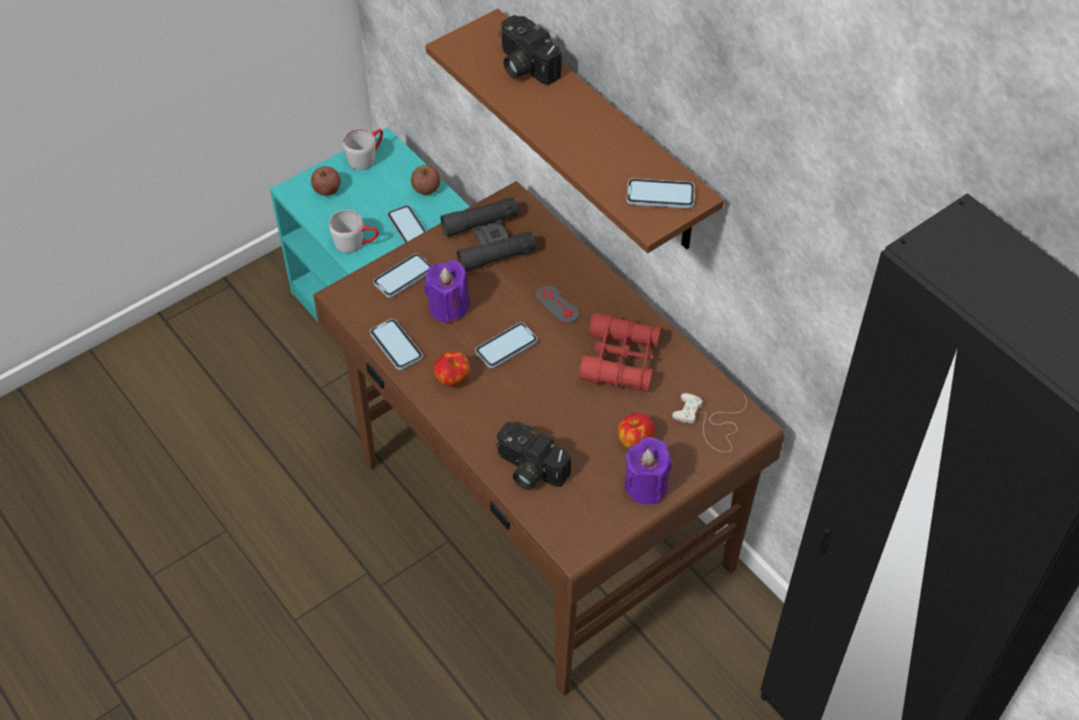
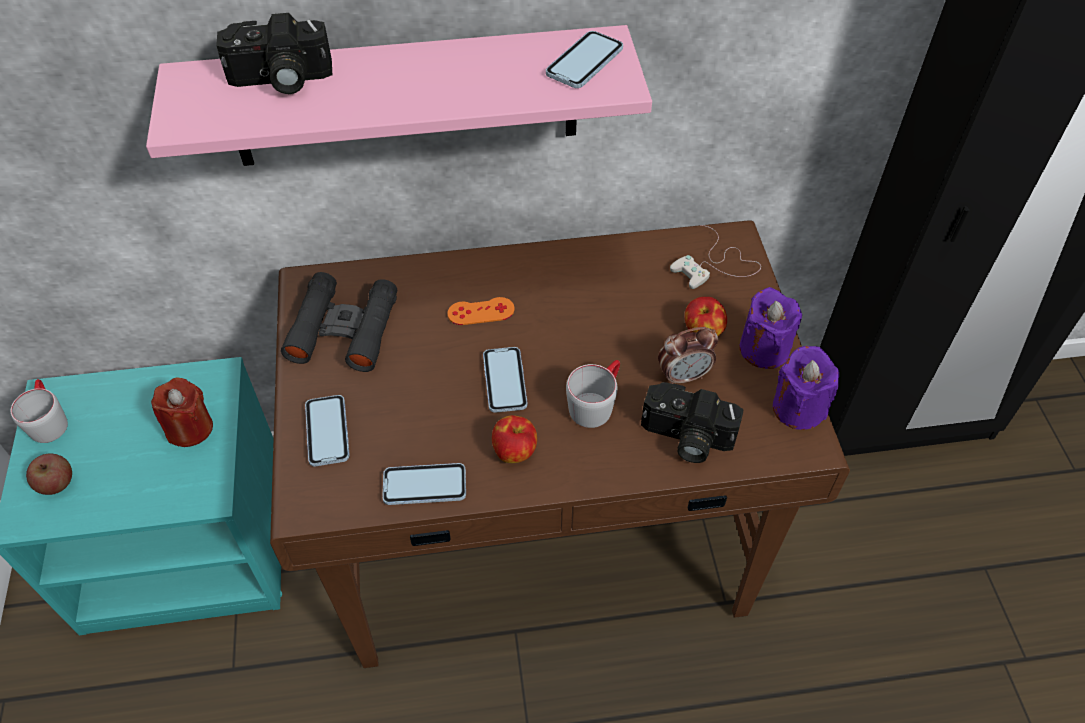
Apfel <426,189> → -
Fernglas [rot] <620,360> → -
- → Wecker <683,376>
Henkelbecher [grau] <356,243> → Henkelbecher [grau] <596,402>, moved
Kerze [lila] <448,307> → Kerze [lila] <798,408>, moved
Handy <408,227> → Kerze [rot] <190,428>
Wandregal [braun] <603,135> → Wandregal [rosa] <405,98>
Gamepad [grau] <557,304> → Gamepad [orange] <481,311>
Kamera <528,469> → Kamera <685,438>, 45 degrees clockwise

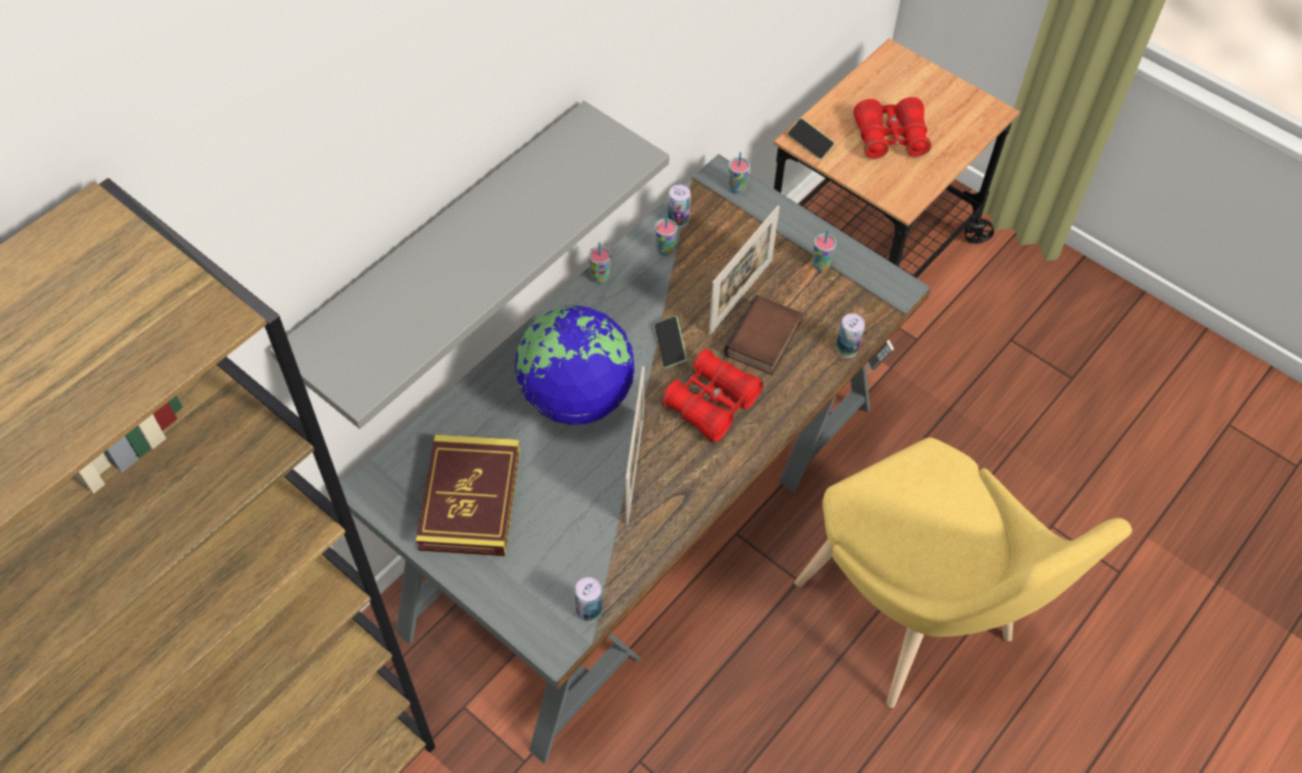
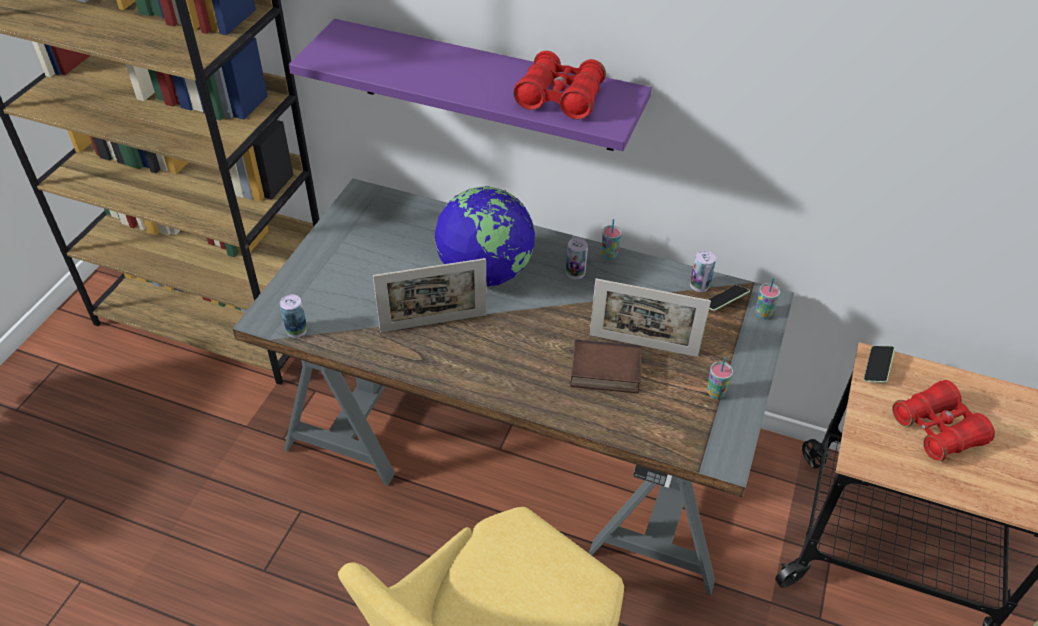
Buch <470,499> → -
Tasse <665,250> → -
Handy <670,346> → Handy <724,302>, moved
Fernglas [rot] <711,403> → Fernglas [rot] <560,98>, moved
Dose <847,349> → Dose <575,273>, moved
Wandregal [grau] <443,249> → Wandregal [lila] <486,86>

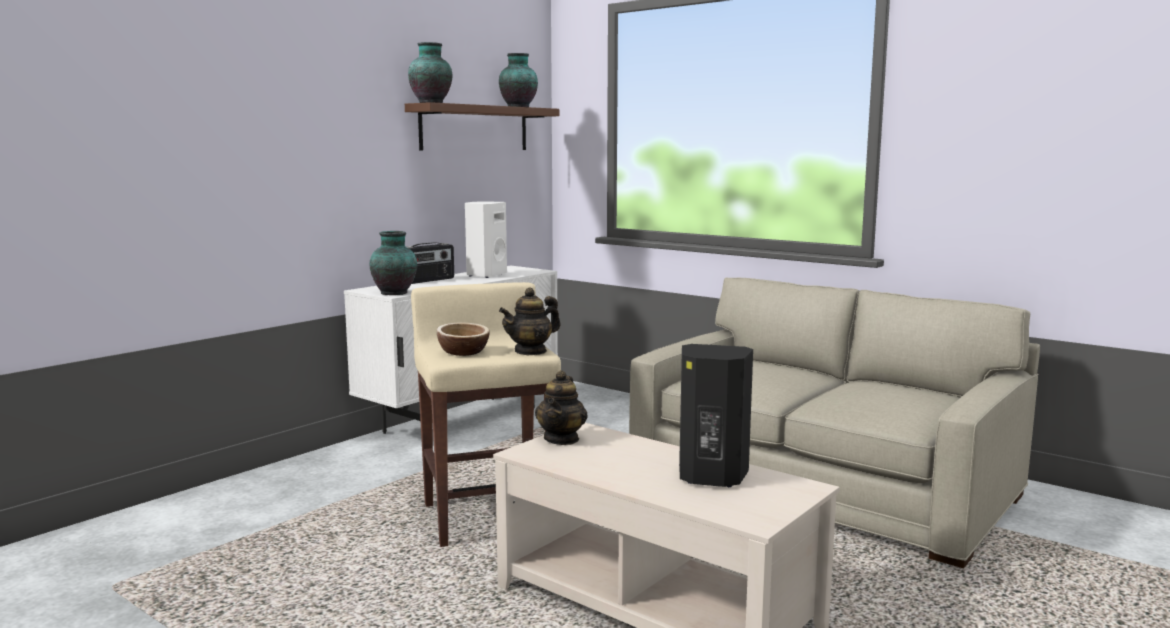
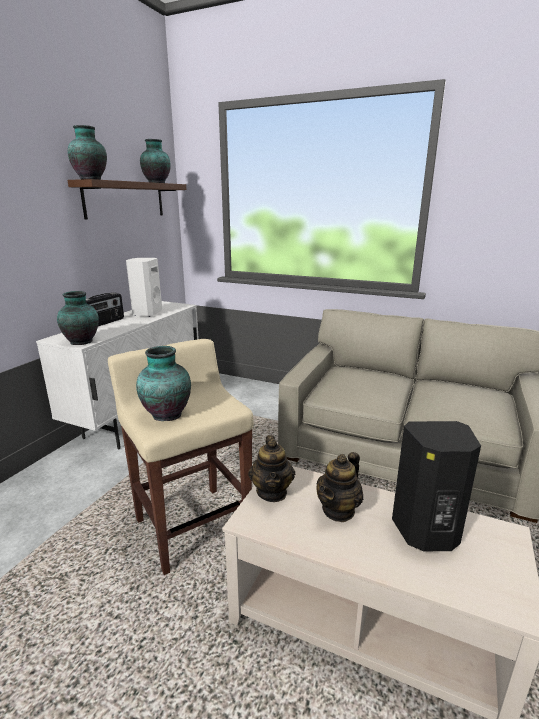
Teekanne <531,351> → Teekanne <338,510>, moved
Schüssel <463,352> → Vase <166,414>

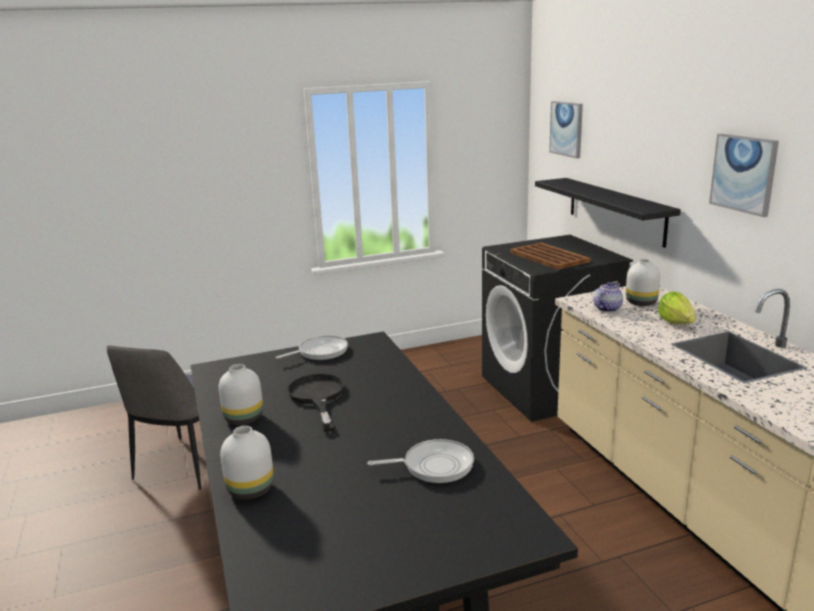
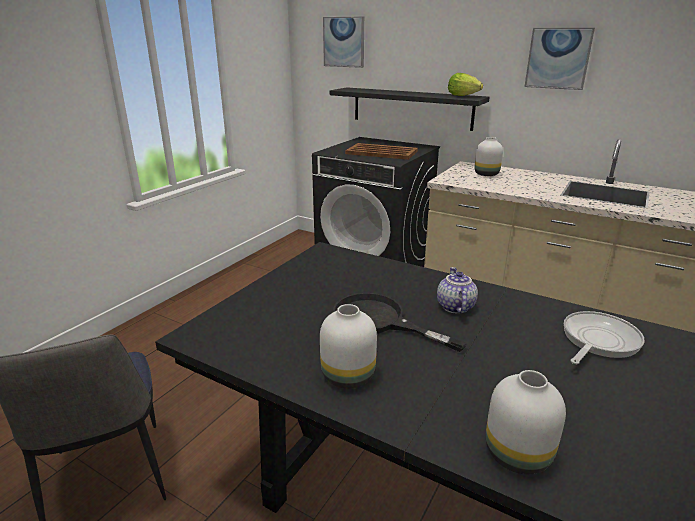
Pfanne <320,352> → -
Teekanne <606,308> → Teekanne <454,306>, moved
Salatkopf <676,323> → Salatkopf <462,96>, moved

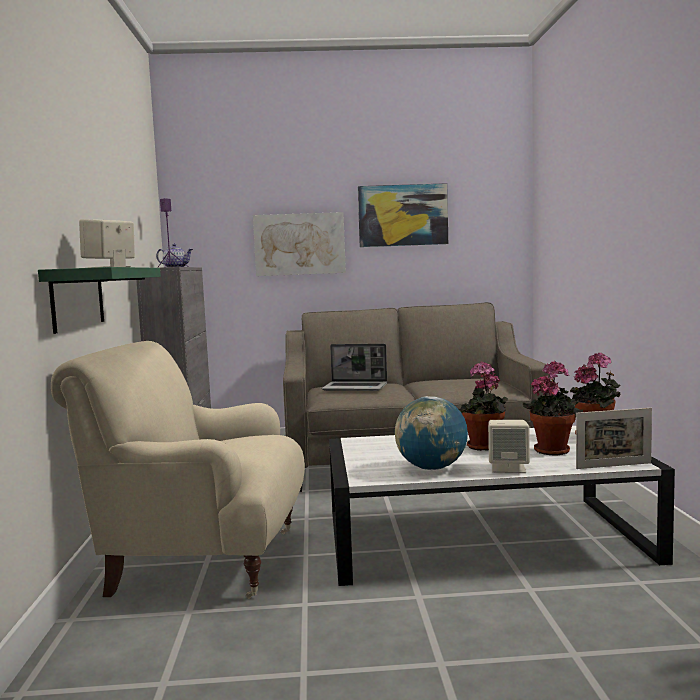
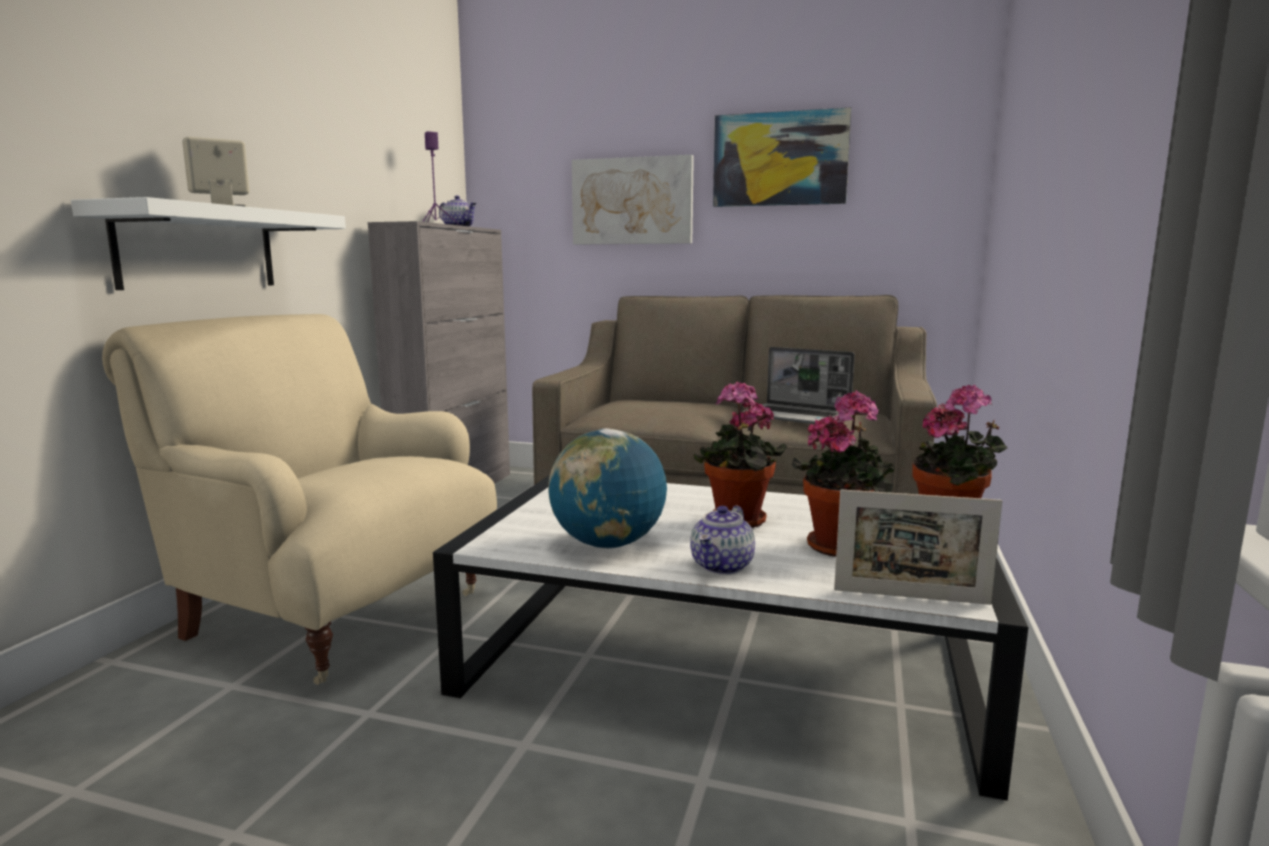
Laptop <356,387> → Laptop <798,416>, moved
Lautsprecher [beige] <508,468> → Teekanne <722,566>
Wandregal [grün] <78,298> → Wandregal [weiß] <198,249>

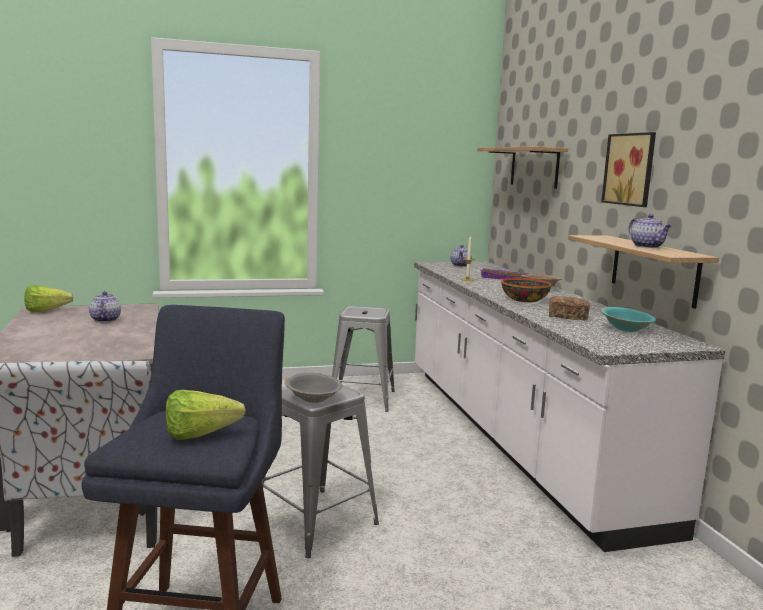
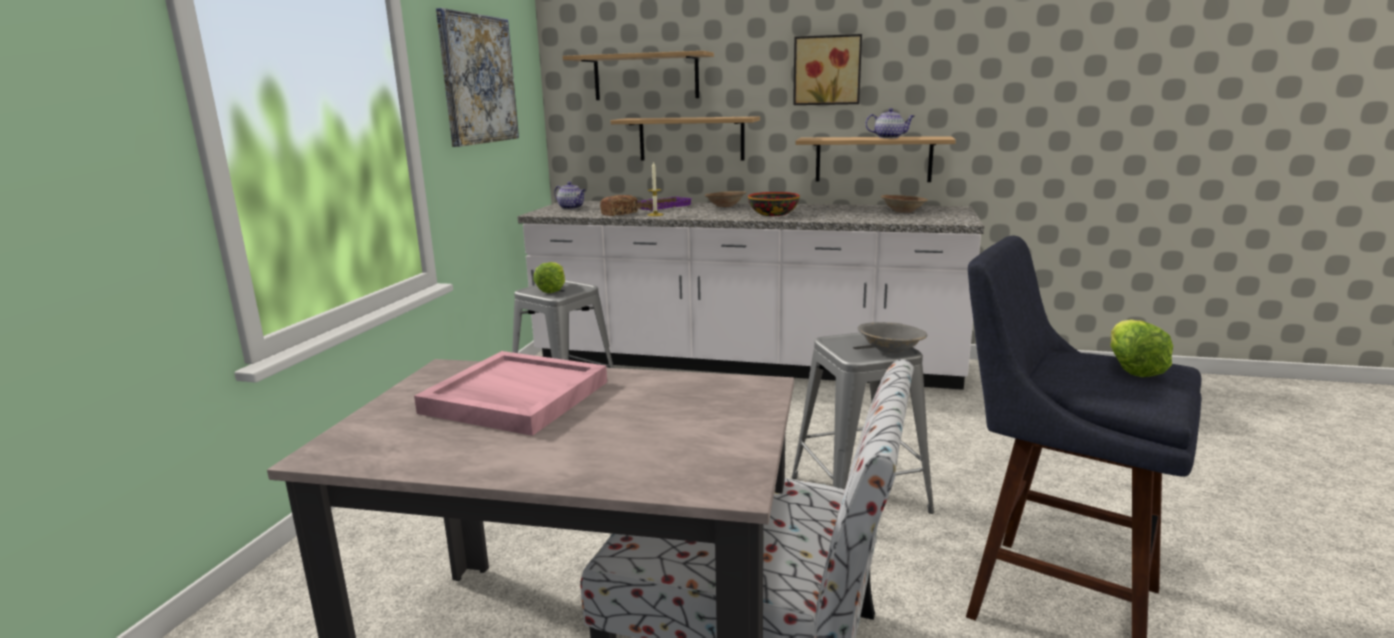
- → Bild <478,79>
- → Wandregal <691,139>
Salatkopf <50,311> → Salatkopf <555,288>, moved
Brot <568,317> → Brot <619,213>, moved
Teekanne <105,319> → Tablett [rosa] <514,397>
Schüssel [türkis] <626,329> → Schüssel [braun] <903,211>

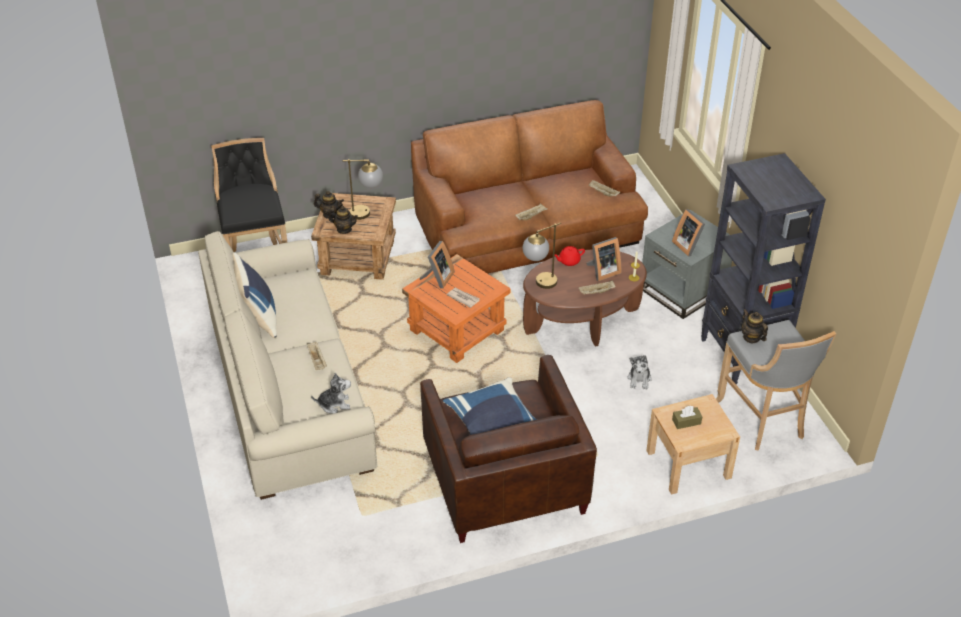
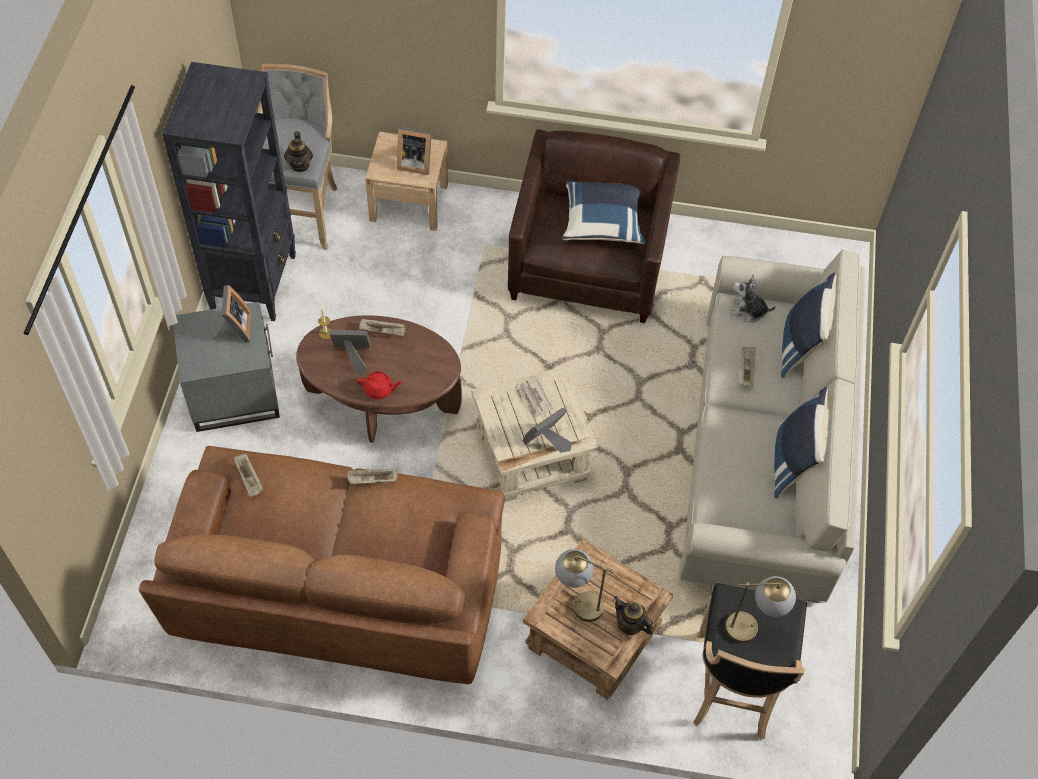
Teekanne <344,229> → -
Plüschtier <639,379> → -
- → Kissen [blau] <801,347>
Tischlampe <539,284> → Tischlampe <753,627>, moved
Taschentuchbox [braun] <686,422> → Bilderrahmen <414,163>
Beistelltisch [orange] <457,329> → Beistelltisch [beige] <531,456>

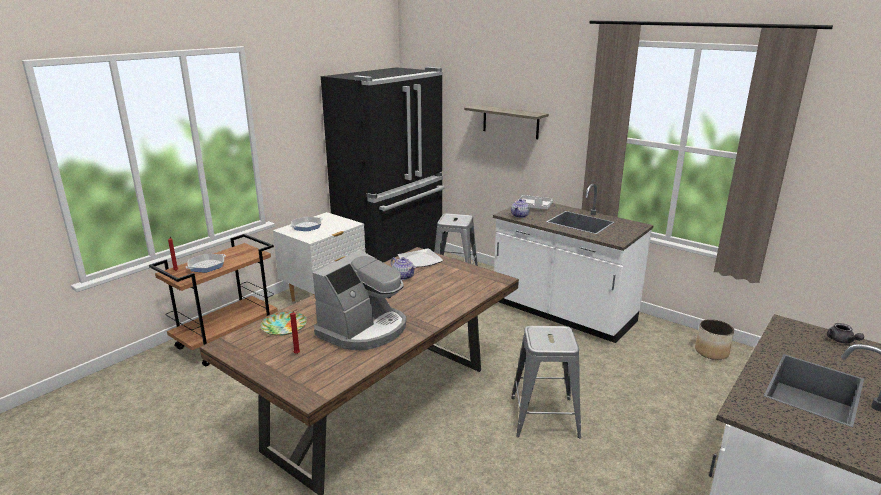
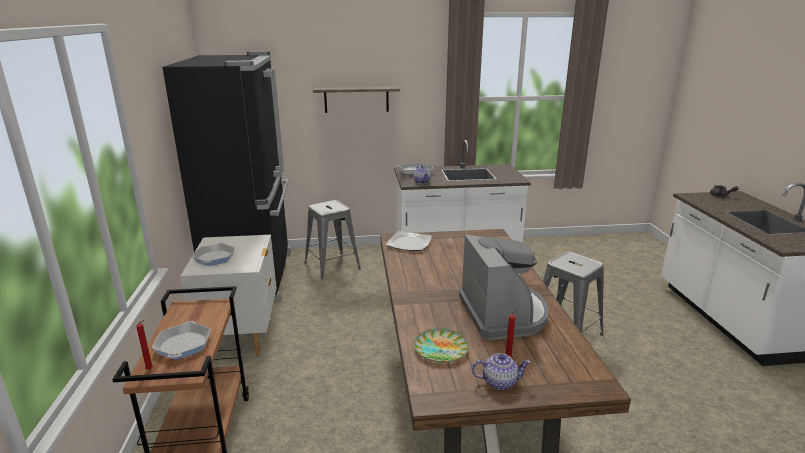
Pflanzkübel <711,352> → -
Teekanne <403,276> → Teekanne <499,382>, moved

